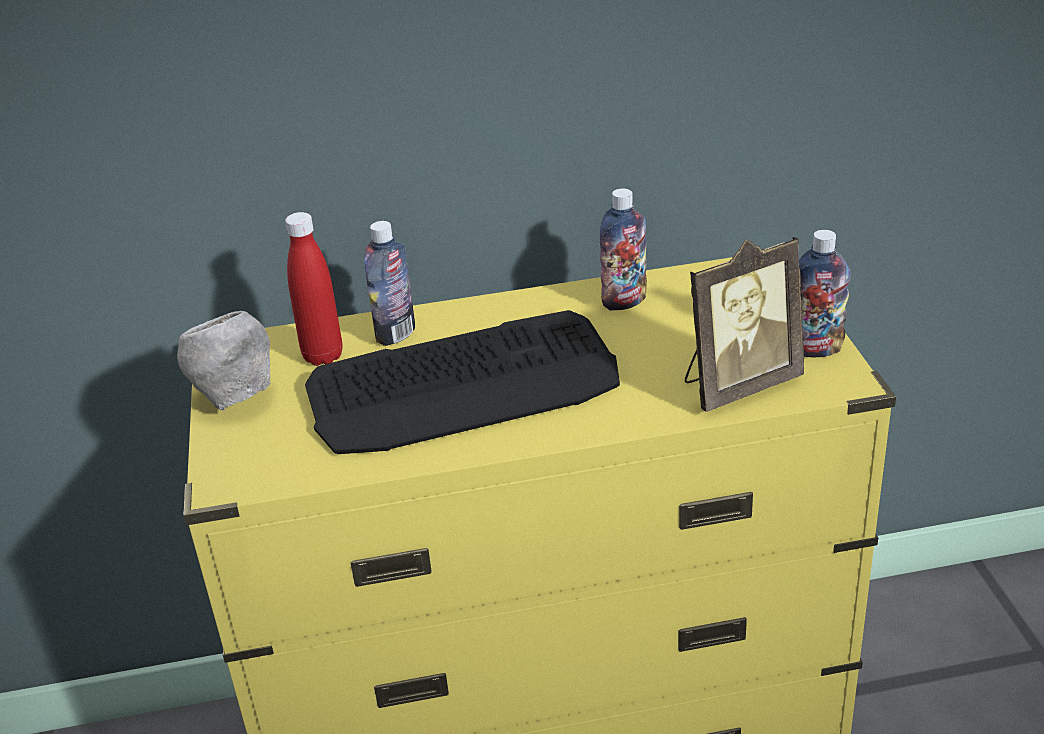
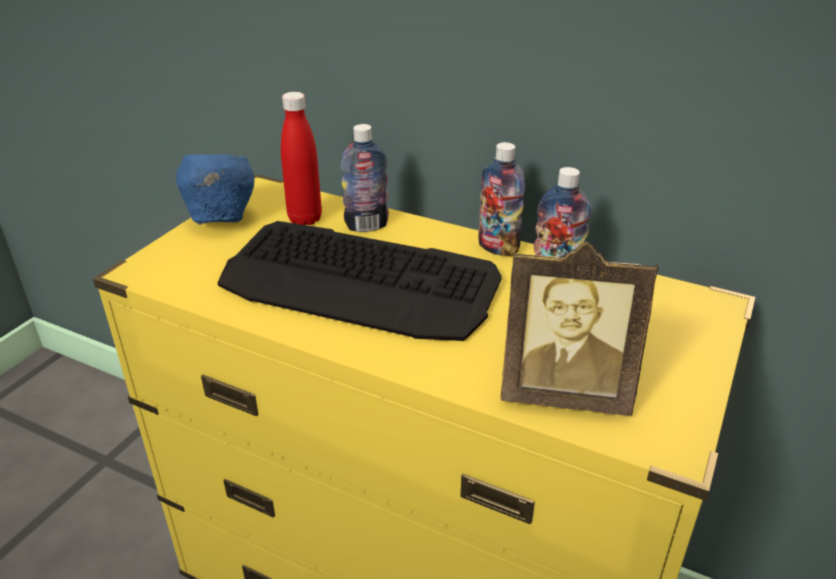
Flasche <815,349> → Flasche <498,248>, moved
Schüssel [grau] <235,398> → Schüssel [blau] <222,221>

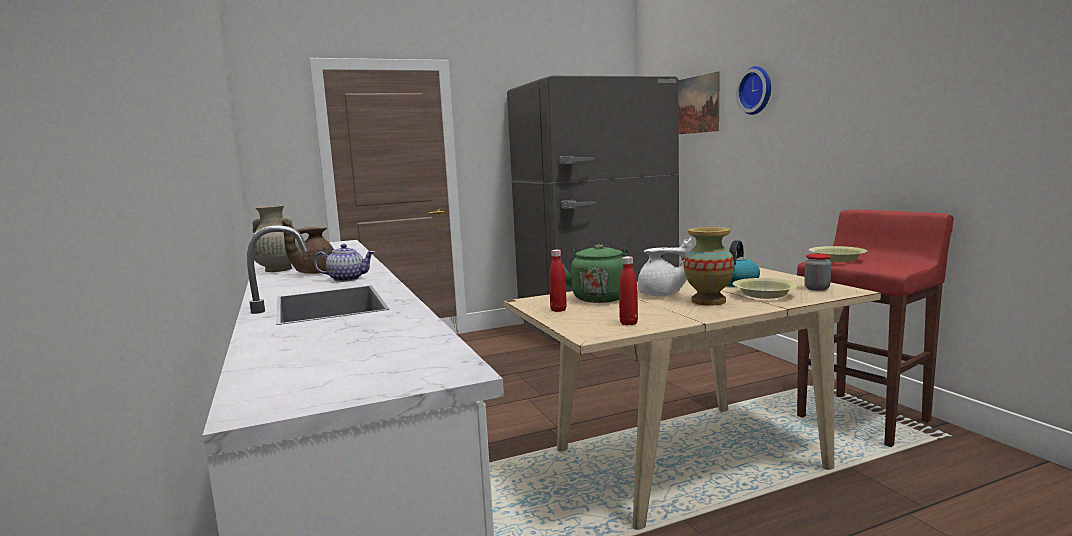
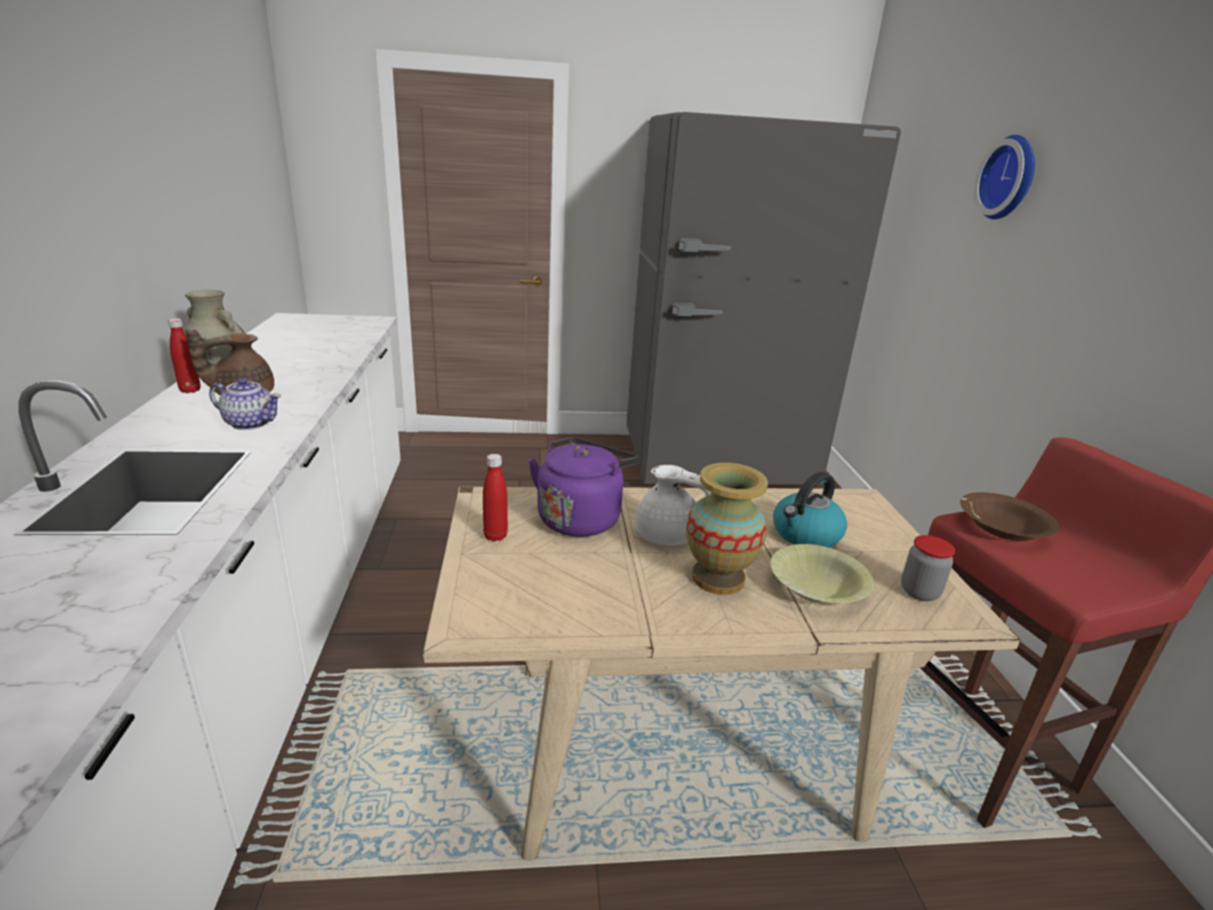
Bild <696,104> → -
Flasche [rot] <628,323> → Flasche [rot] <190,390>, moved
Wasserkessel [grün] <600,297> → Wasserkessel [lila] <580,518>
Schüssel [gelb] <836,260> → Schüssel [braun] <1002,527>

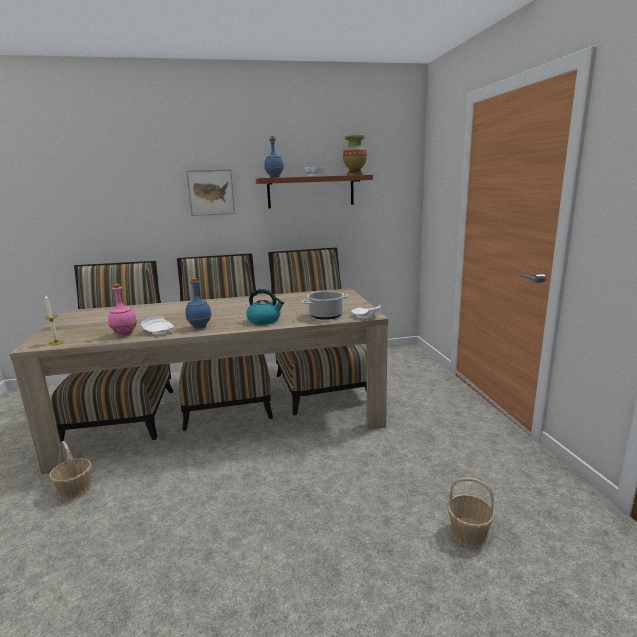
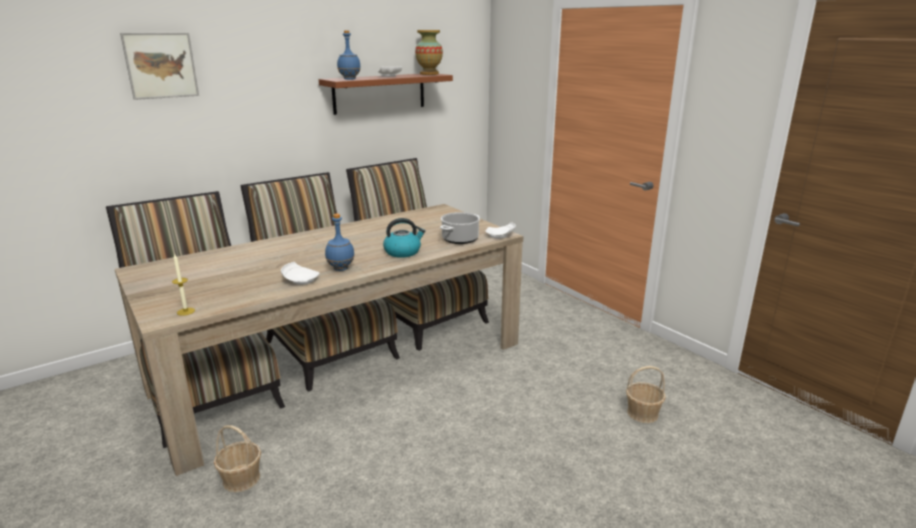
Flasche [rosa] <125,334> → -
Bild <211,192> → Bild <161,65>, moved

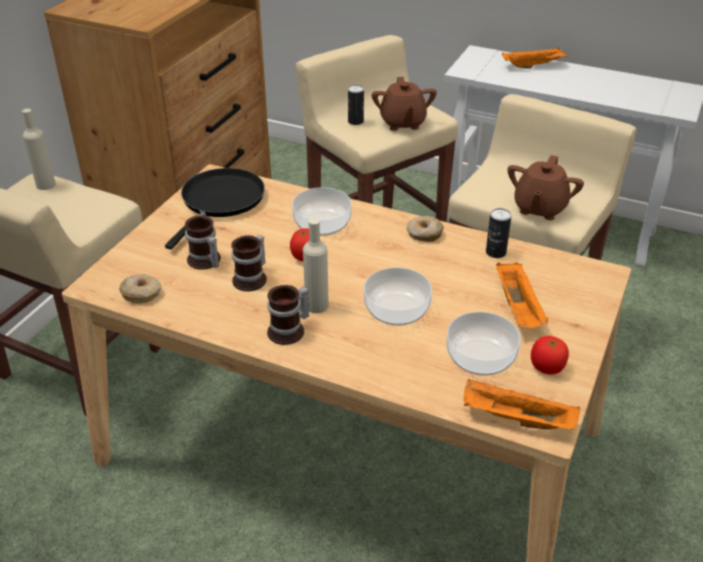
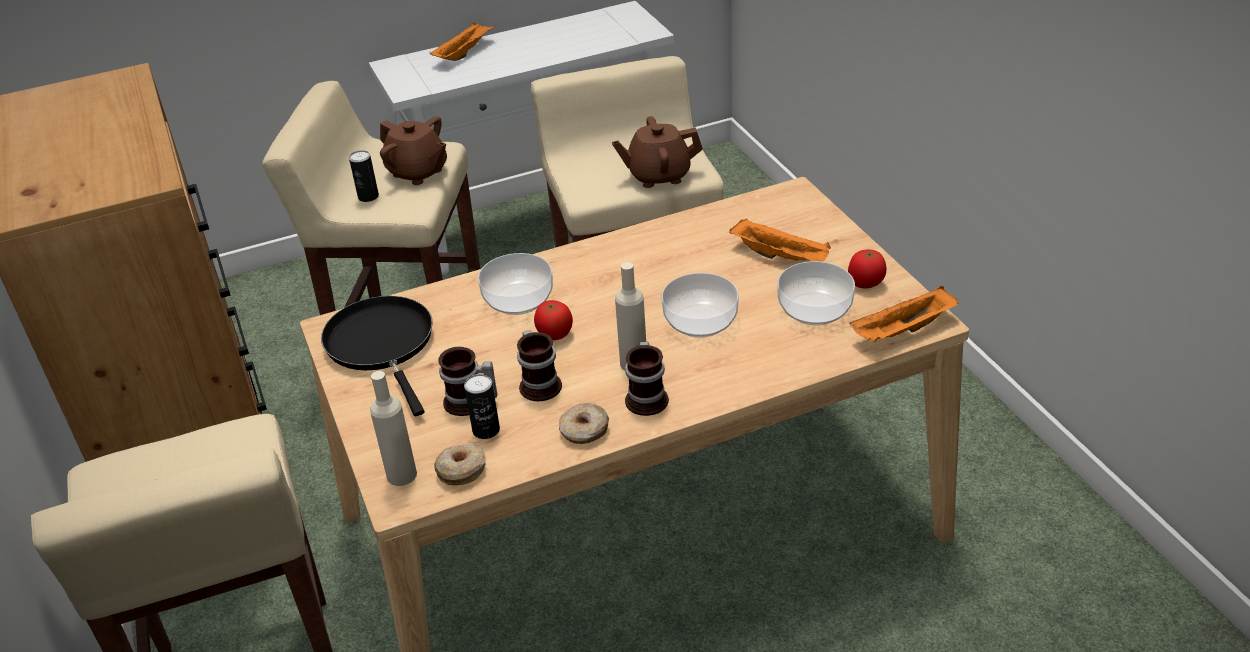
Flasche [beige] <45,185> → Flasche [beige] <401,475>, moved
Donut <424,234> → Donut <584,431>, moved
Dose <495,252> → Dose <486,430>, moved
Teekanne [braun] <539,208> → Teekanne [braun] <658,175>, 105 degrees clockwise

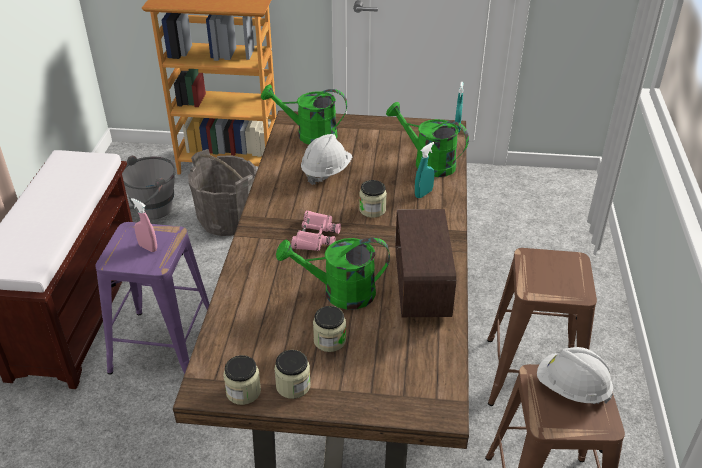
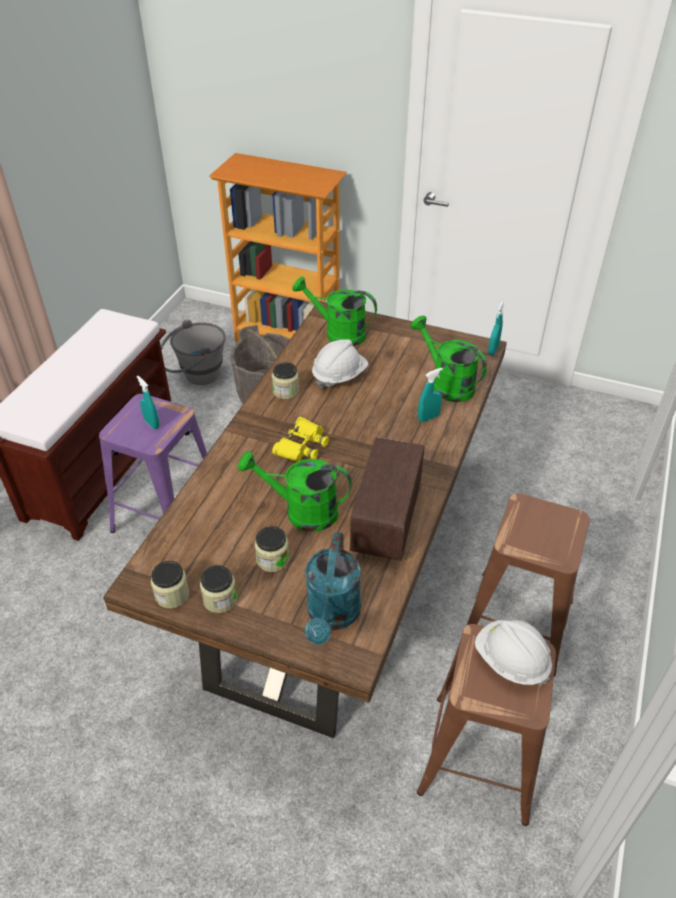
- → Gießkanne [türkis] <332,616>
Vorratsglas <372,210> → Vorratsglas <286,391>, moved
Sprühflasche [rosa] <148,247> → Sprühflasche [türkis] <152,424>
Fernglas [rosa] <315,236> → Fernglas [gelb] <302,445>

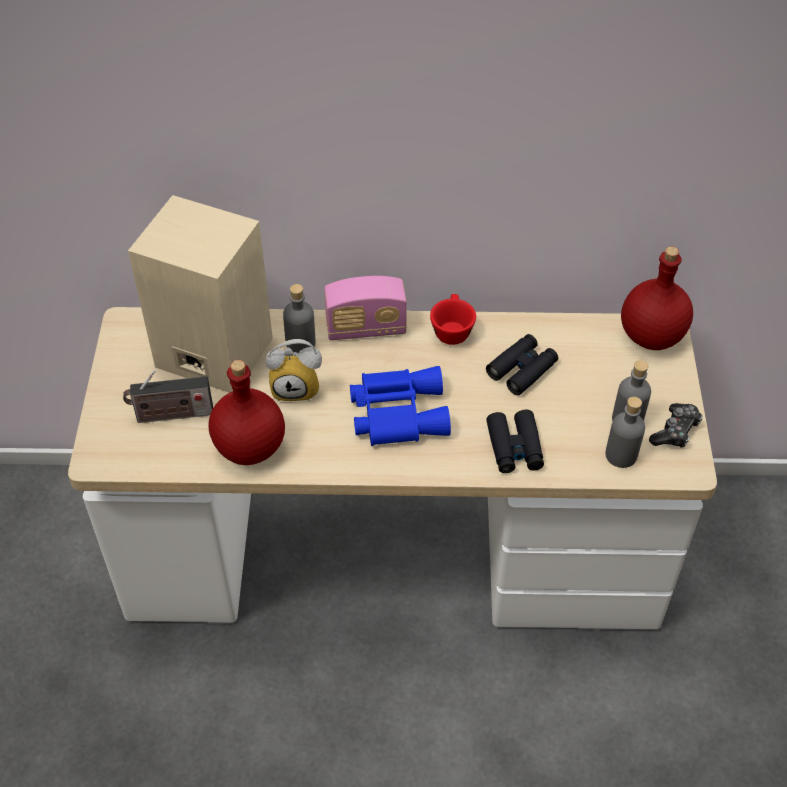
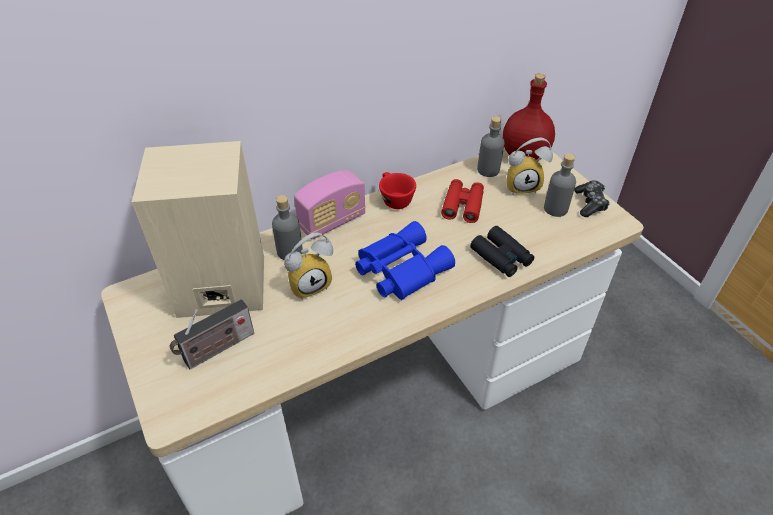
Flasche [rot] <250,448> → -
- → Wecker <522,185>
Flasche [grau] <621,455> → Flasche [grau] <488,170>, moved
Fernglas [schwarz] <522,369> → Fernglas [rot] <462,205>

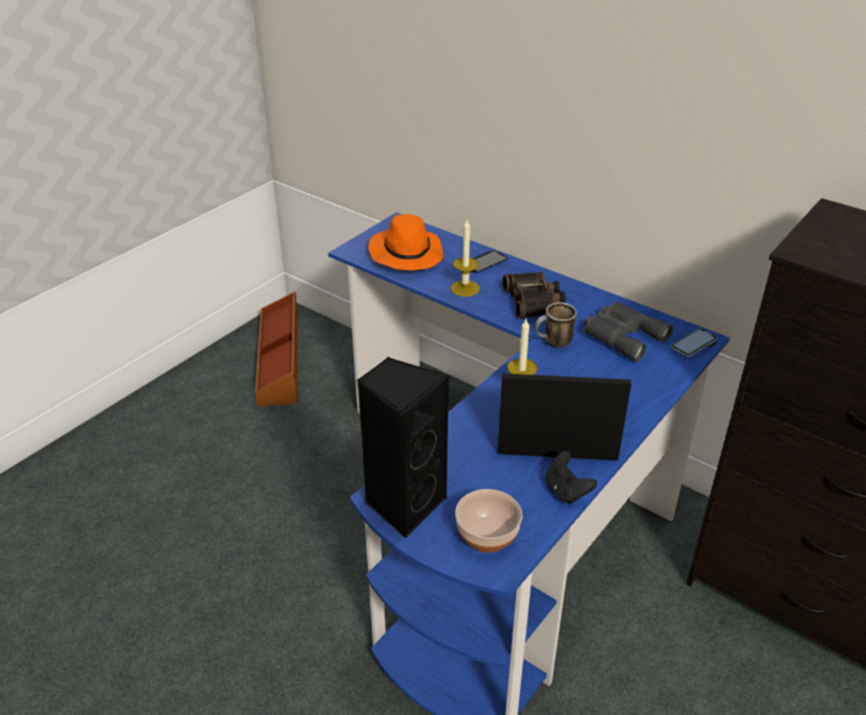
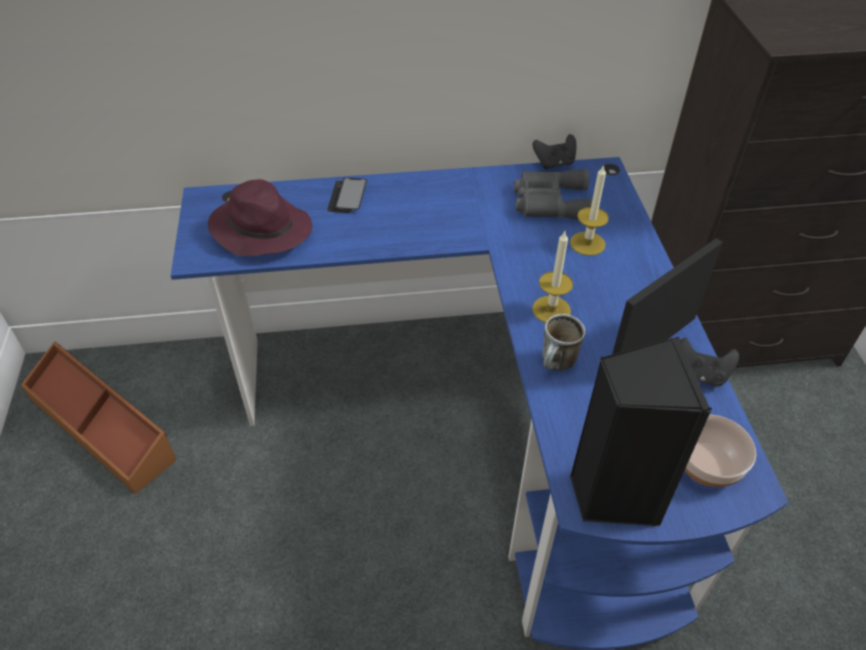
Fernglas <534,301> → -
Handy <693,343> → -
- → Gamepad [schwarz] <554,163>
Kerze <465,288> → Kerze <587,243>, moved
Henkelbecher <553,343> → Henkelbecher <557,365>, moved
Hut [orange] <406,254> → Hut [lila] <260,229>

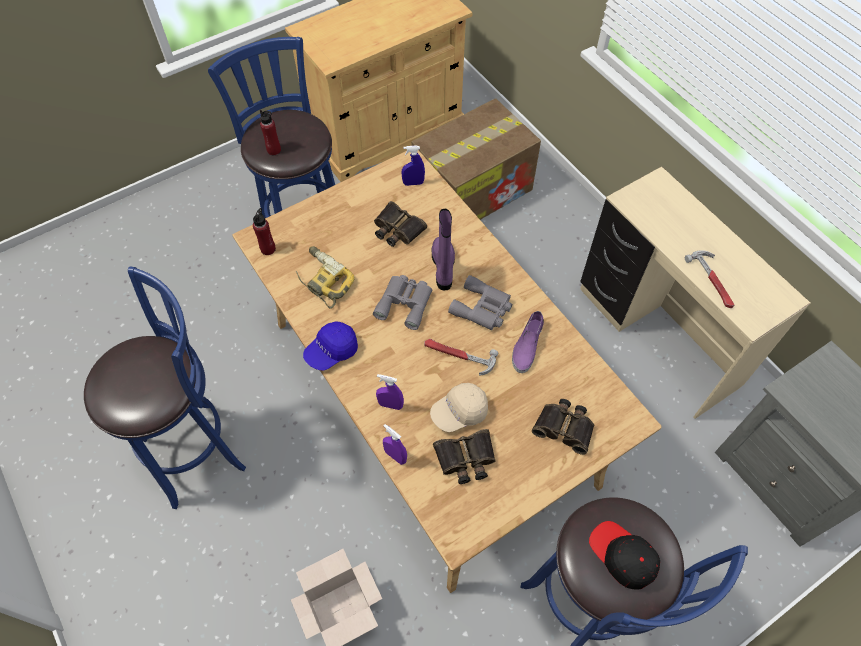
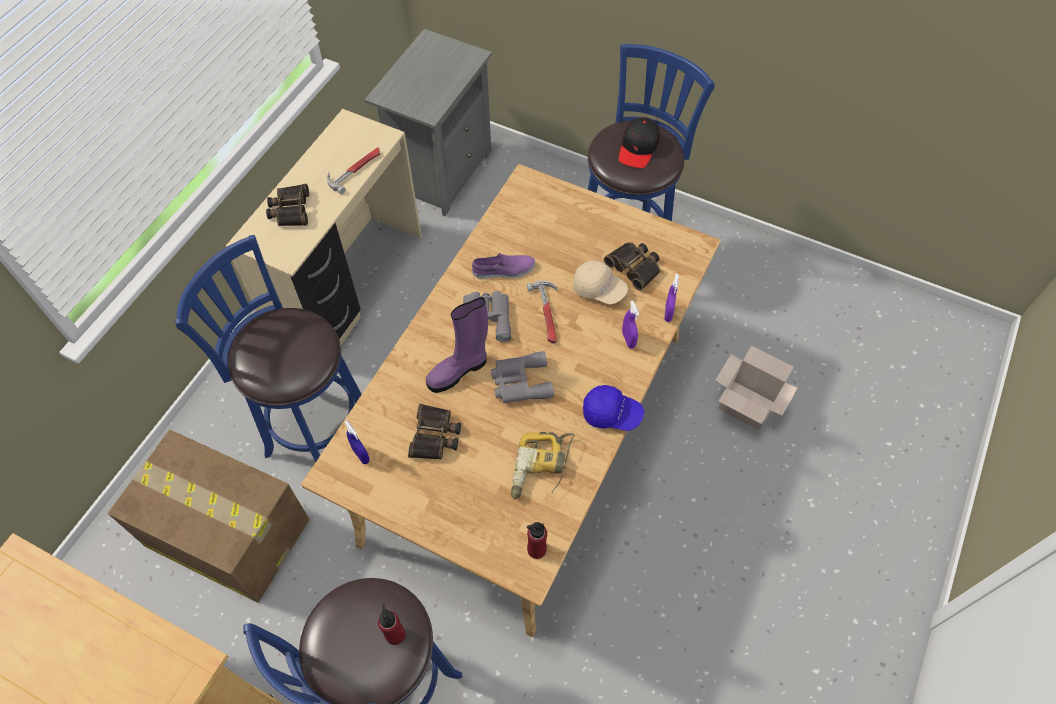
Hocker [blau] <199,450> → Hocker [blau] <316,434>, moved
Fernglas <565,427> → Fernglas <290,209>, moved

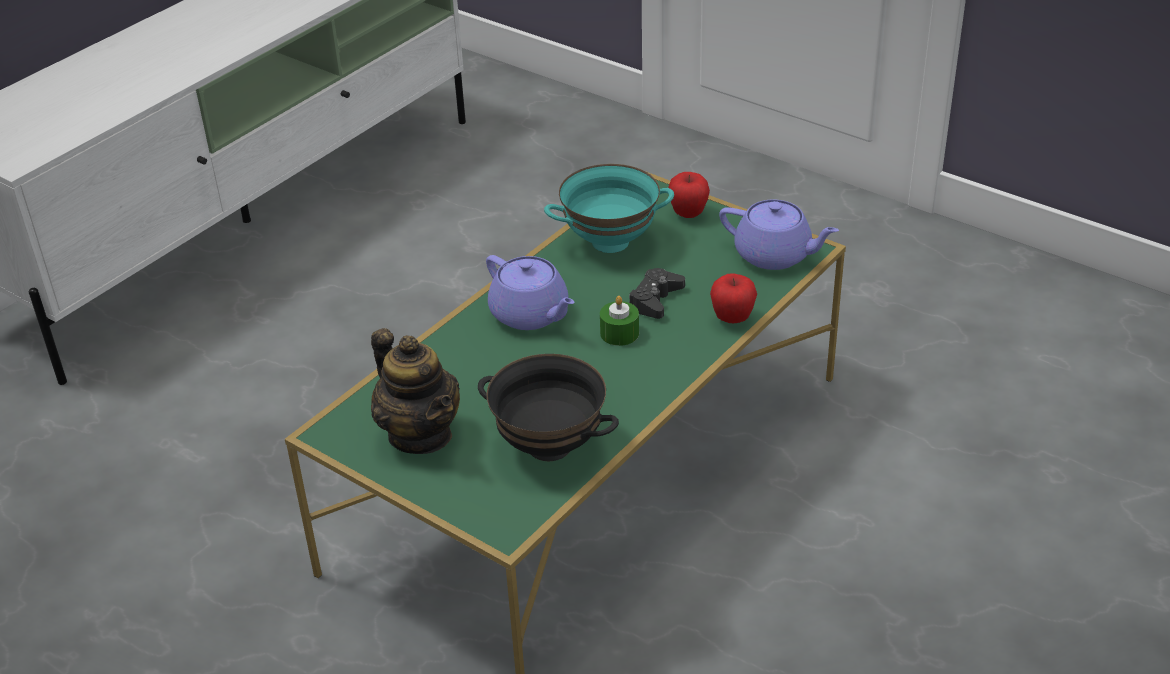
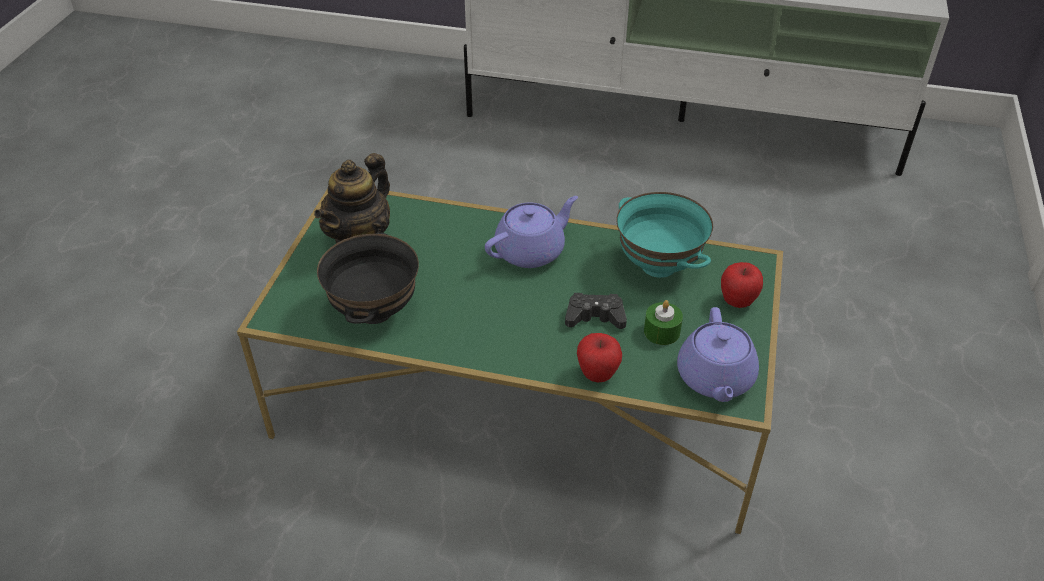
Kerze [grün] <619,333> → Kerze [grün] <662,331>, moved
Teekanne [lila] <530,314> → Teekanne [lila] <531,251>, 150 degrees counterclockwise

